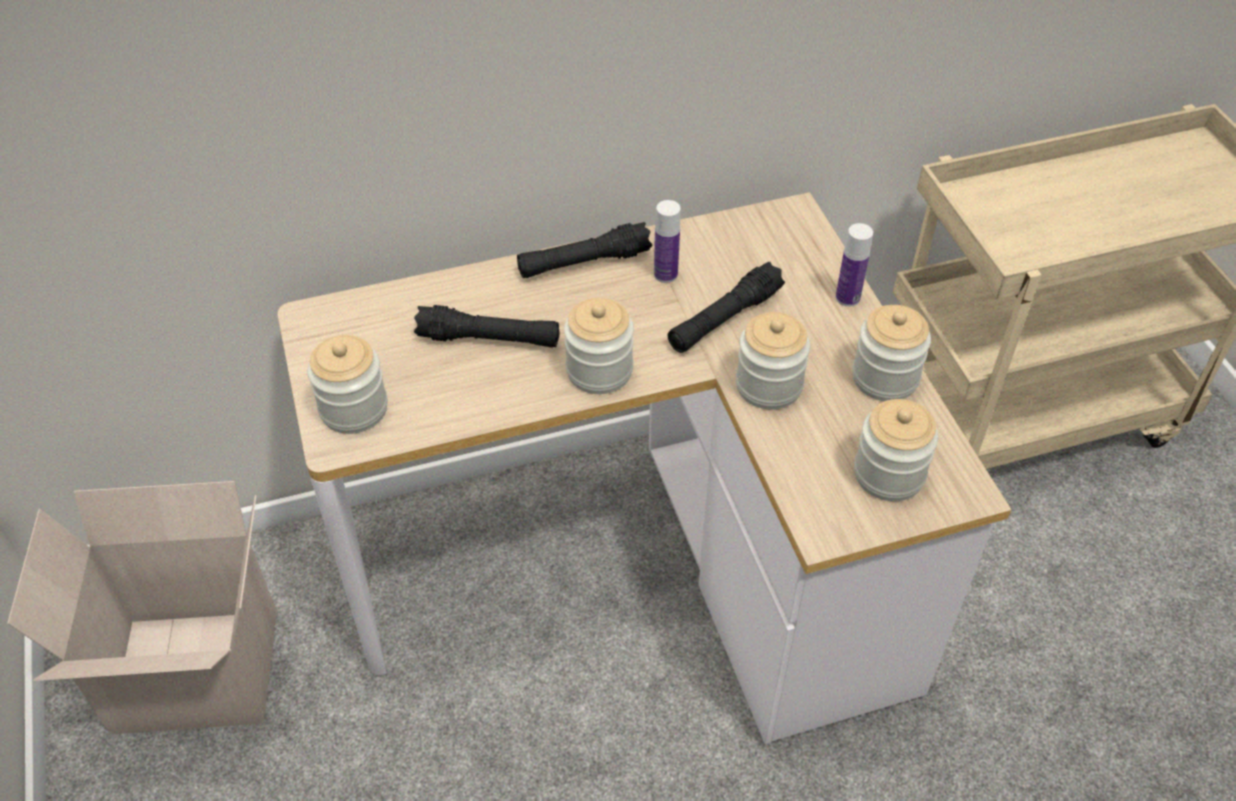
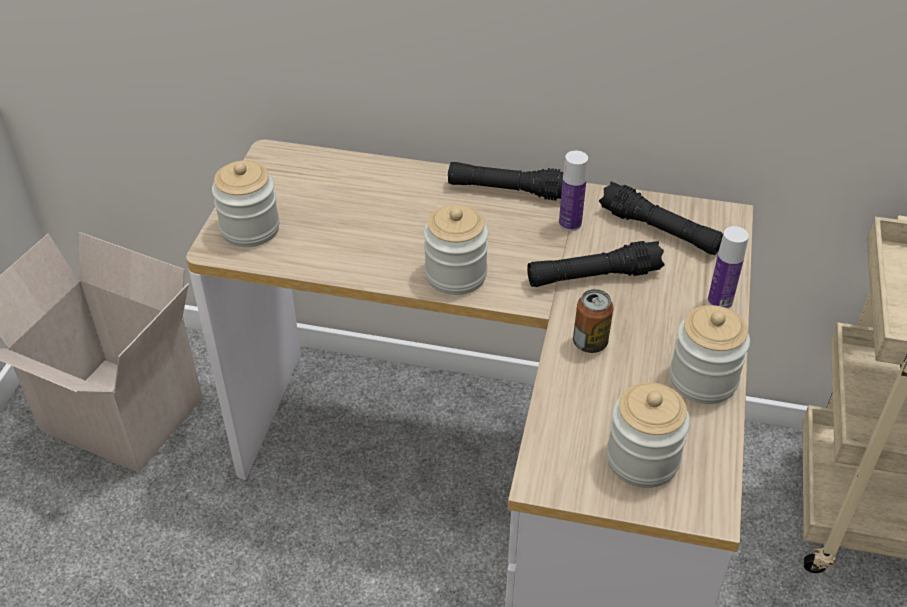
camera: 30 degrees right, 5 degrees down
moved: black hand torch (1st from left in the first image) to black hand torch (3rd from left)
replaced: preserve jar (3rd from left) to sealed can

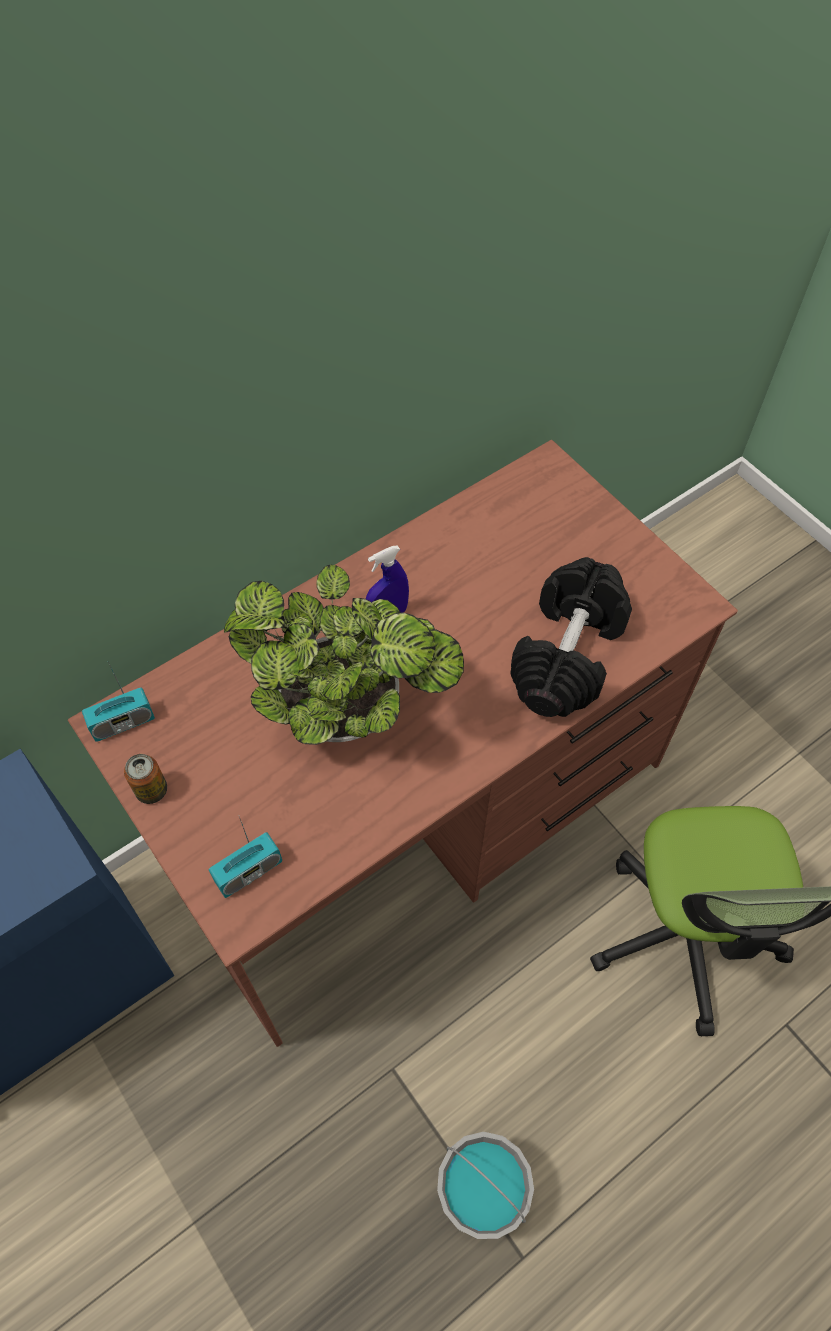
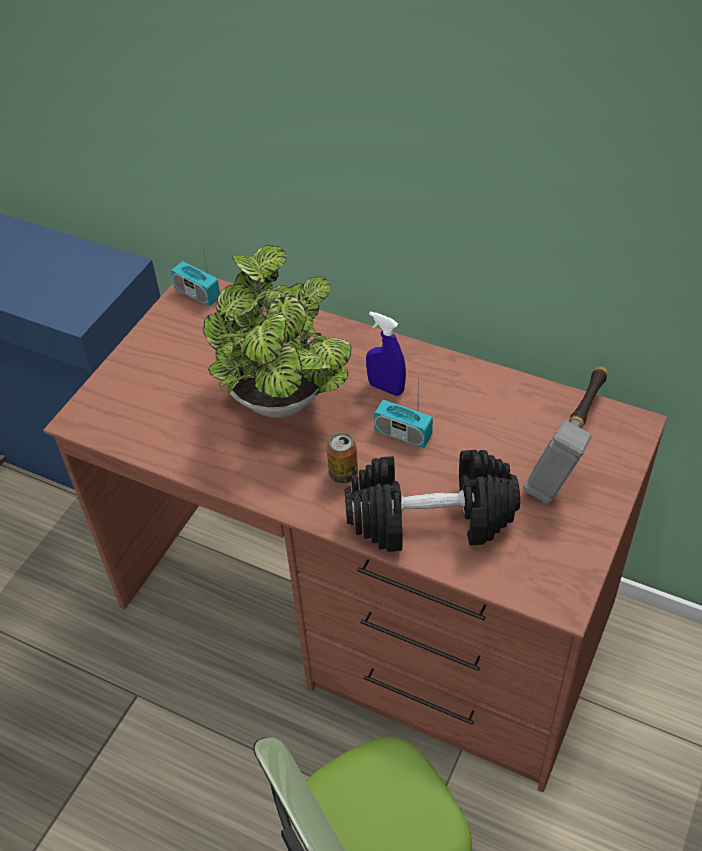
camera: 65 degrees right, 10 degrees down
removed: grey water bucket
added: hand hammer
moved: sealed can; radio set (2nd from left)

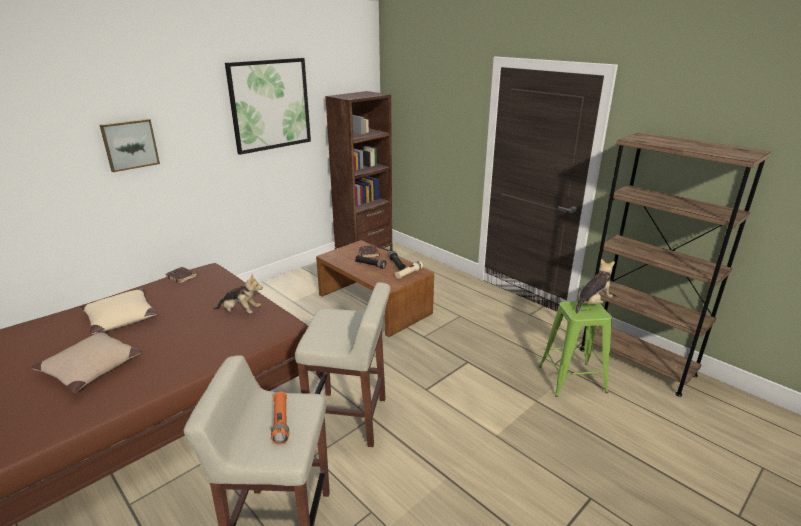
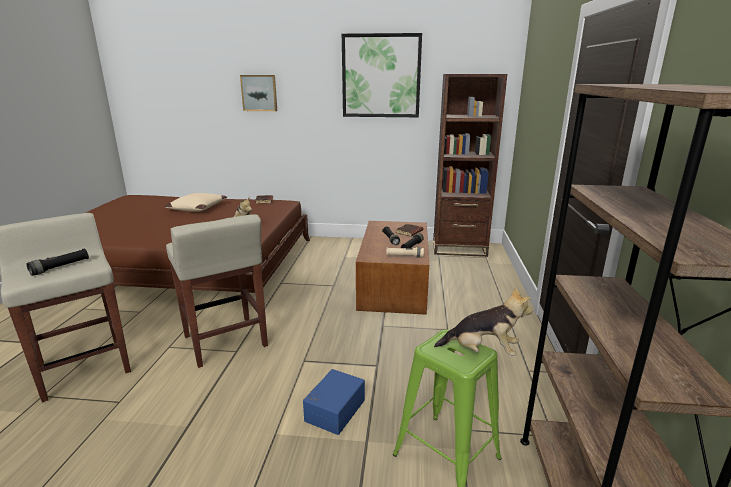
camera: 50 degrees right, 5 degrees down
removed: sand-coloured cushion (1st from left)
added: blue storage bin
recoloured: orangey hand torch to black hand torch (1st from left)

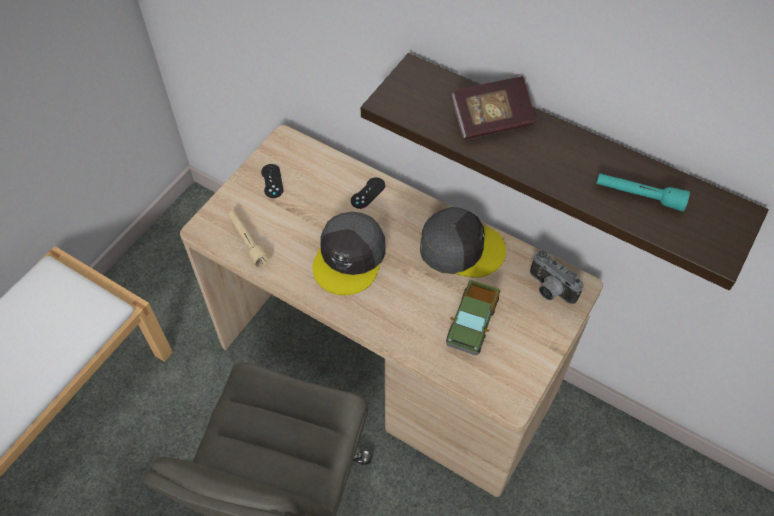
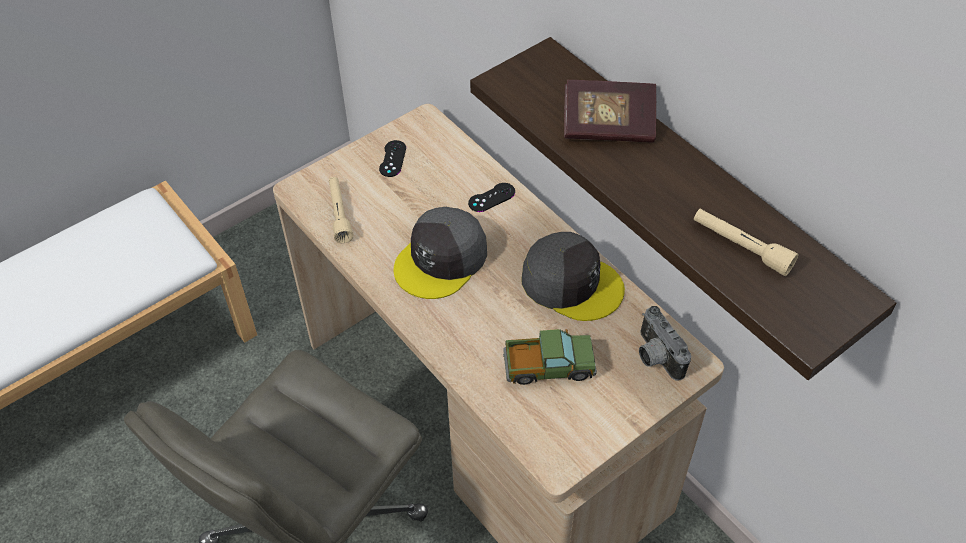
camera: 20 degrees right, 5 degrees down
recoloured: turquoise-coloured hand torch to sand-coloured hand torch (2nd from left)
turned: model truck 135 degrees counterclockwise

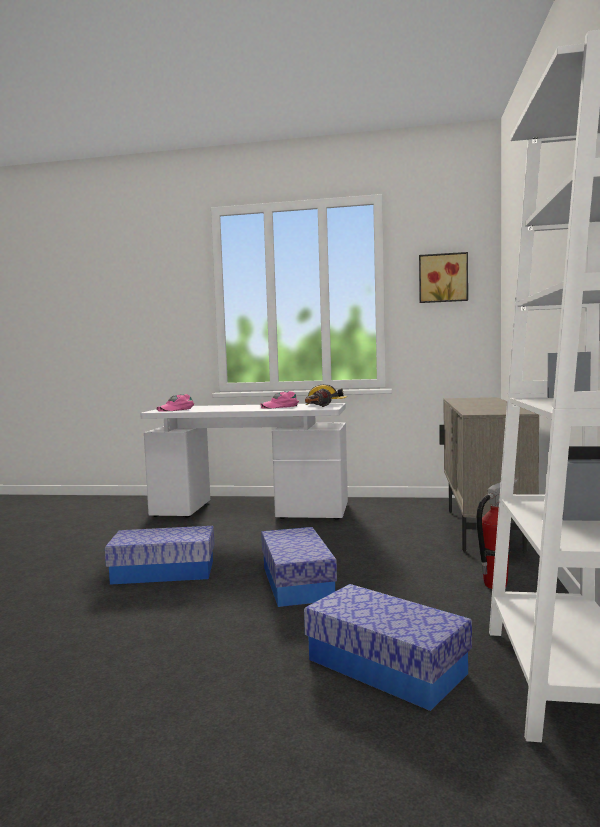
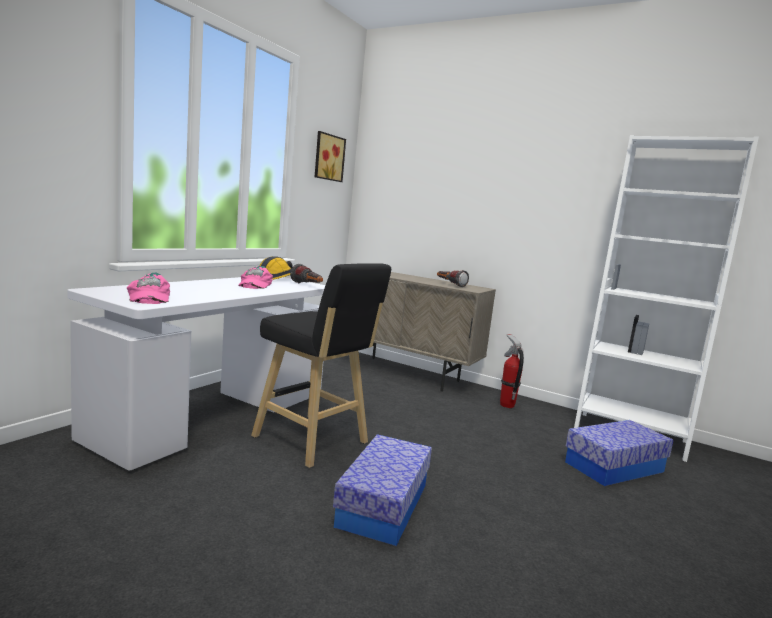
camera: 70 degrees left, 5 degrees up
removed: storage bin (2nd from left)
added: black stool seat; hand torch (2nd from left)

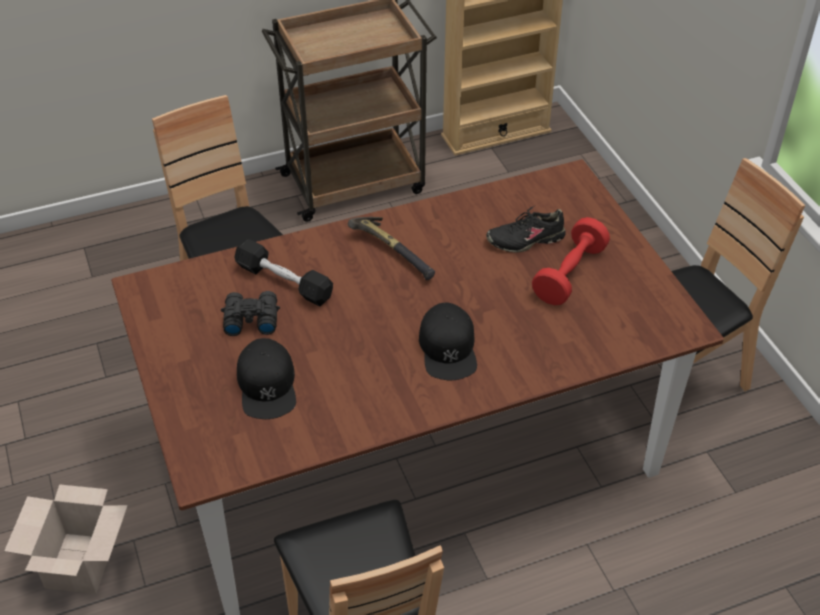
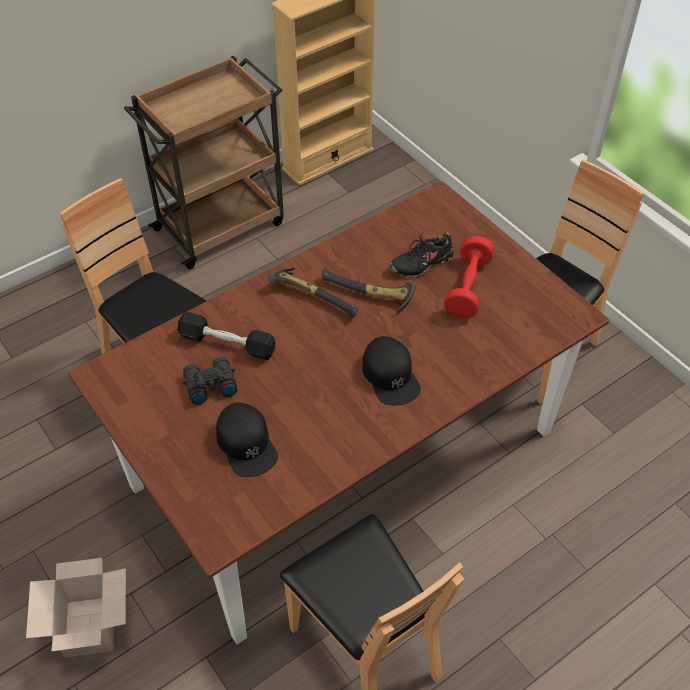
camera: 15 degrees left, 5 degrees up
added: hand hammer (2nd from left)

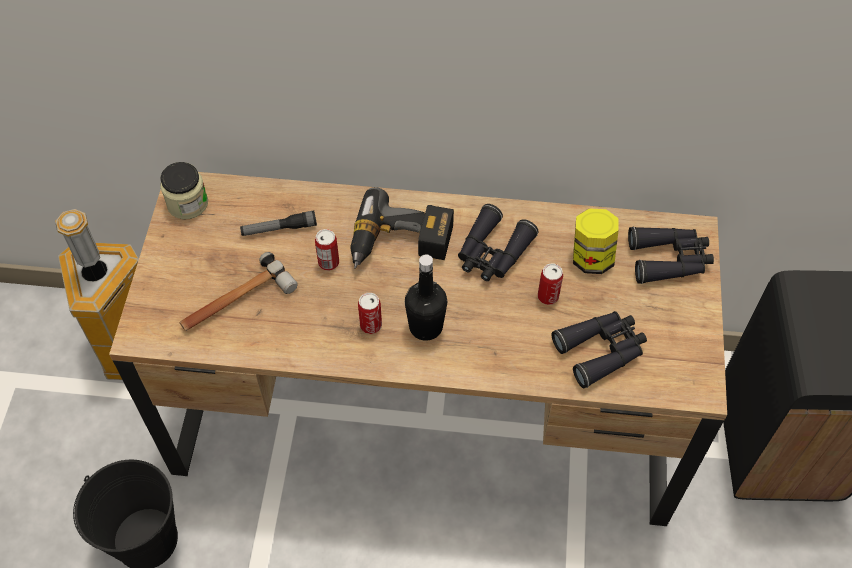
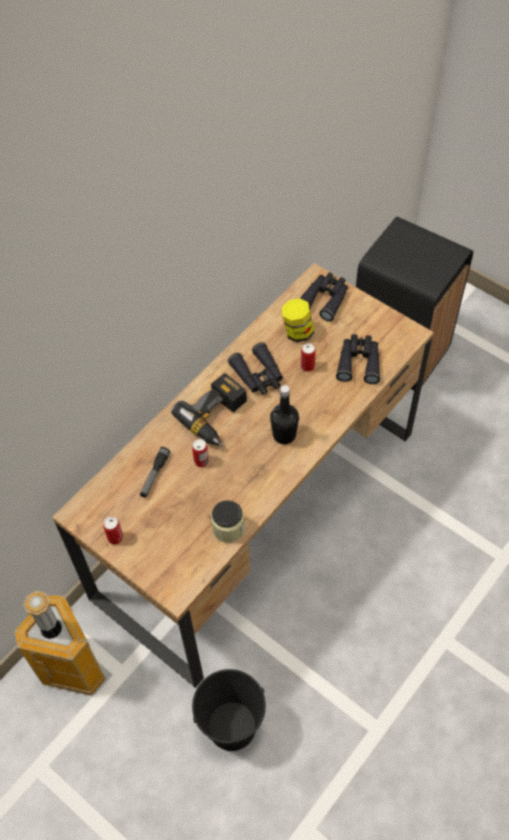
camera: 55 degrees left, 0 degrees up
removed: hand hammer
moved: preserve jar (1st from left); sealed can (2nd from left in the first image) to sealed can (1st from left)

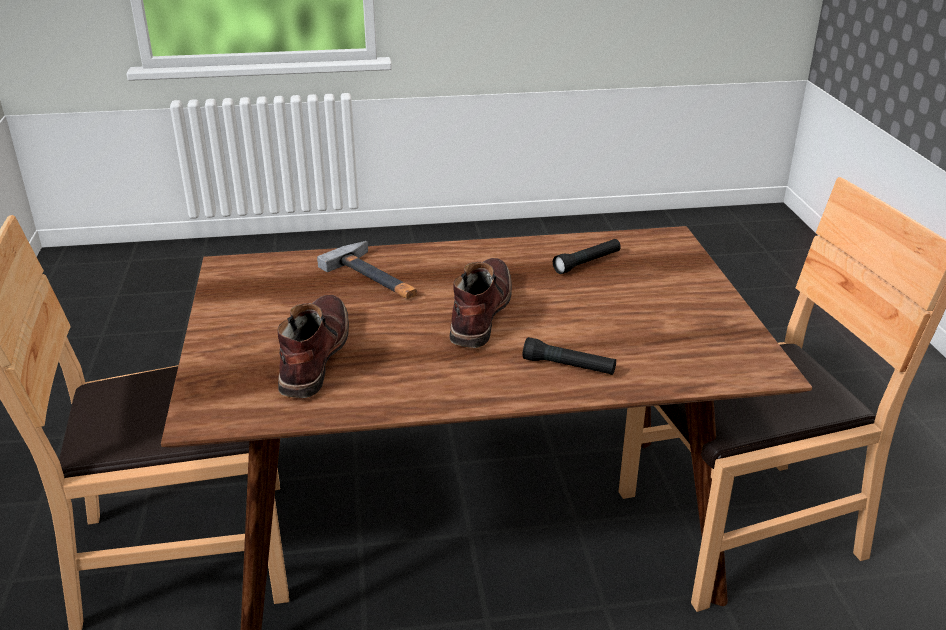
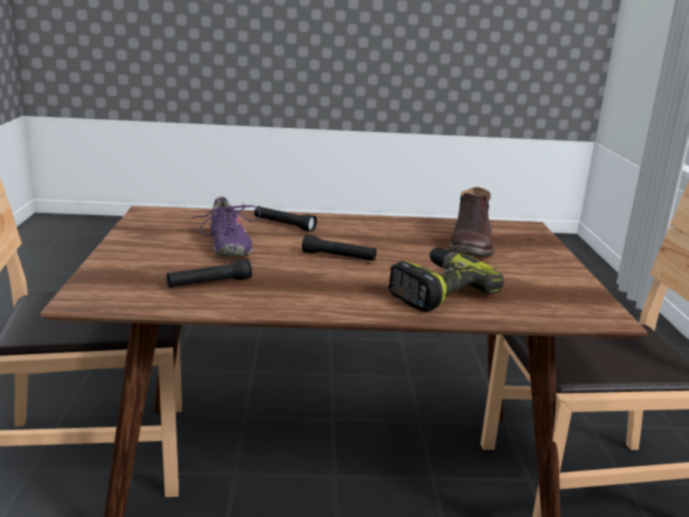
camera: 175 degrees left, 10 degrees down
added: purple low shoe
replaced: hand hammer to power drill; brownish tall boot (2nd from left) to black hand torch (3rd from left)

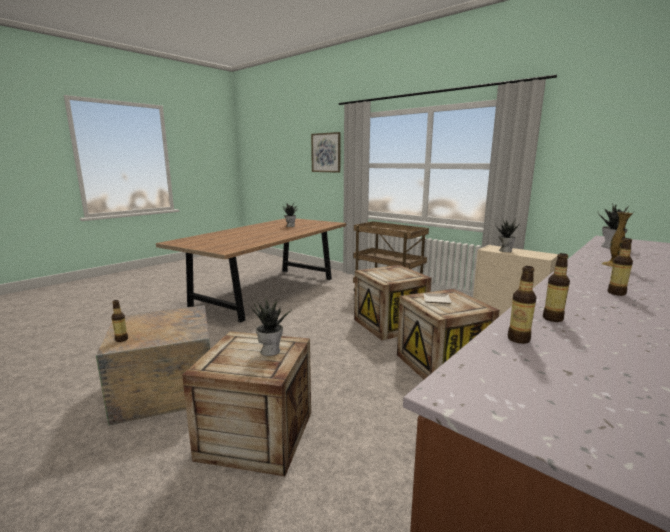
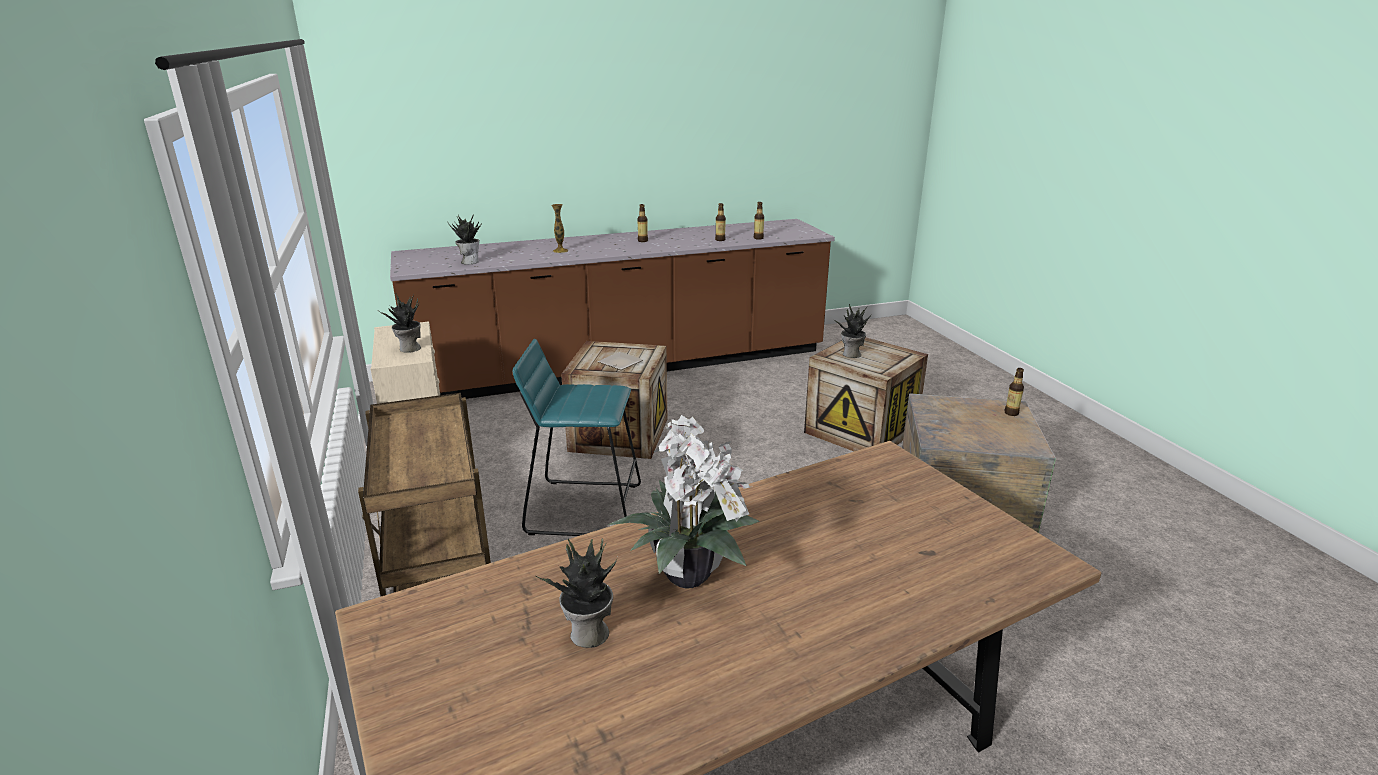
camera: 150 degrees left, 10 degrees up
removed: wall art
added: plant in a pot (4th from left)
replaced: shipping crate (3rd from left) to turquoise-coloured stool seat

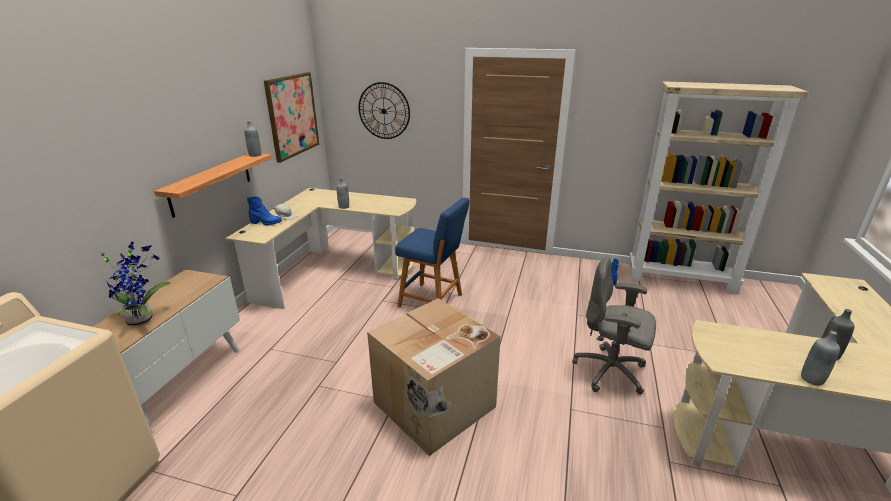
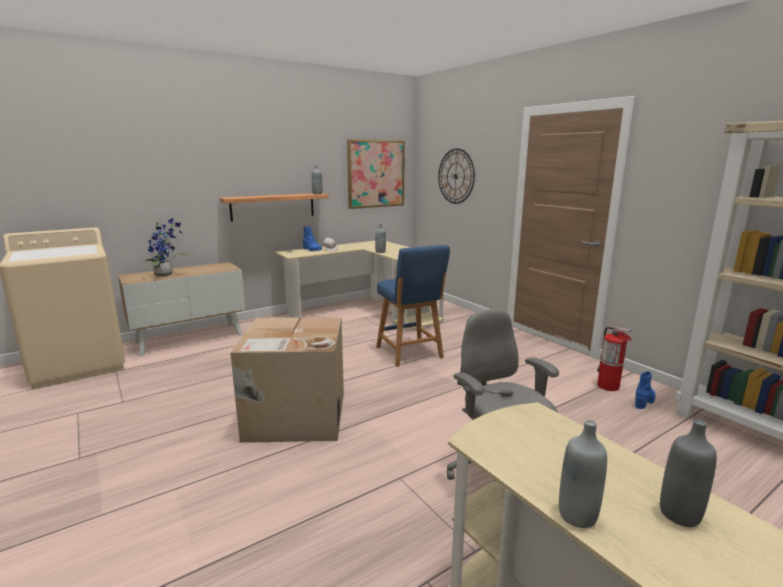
camera: 40 degrees right, 10 degrees down
added: extinguisher

